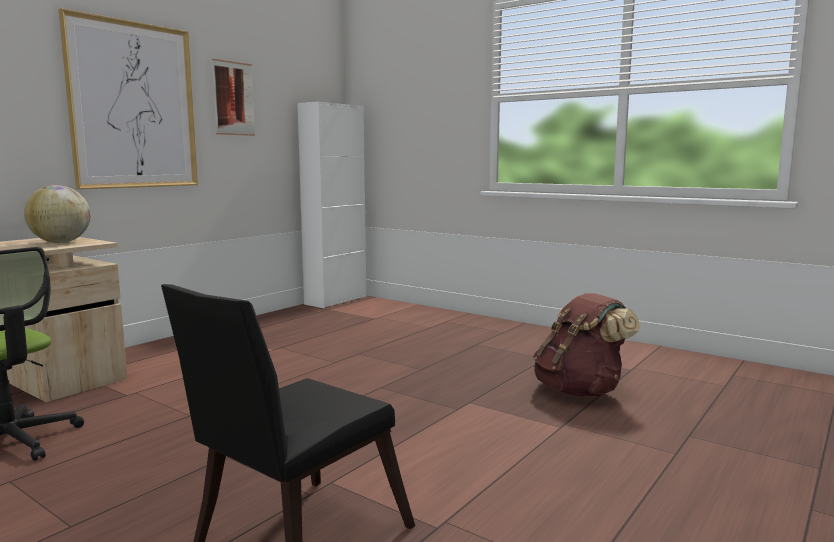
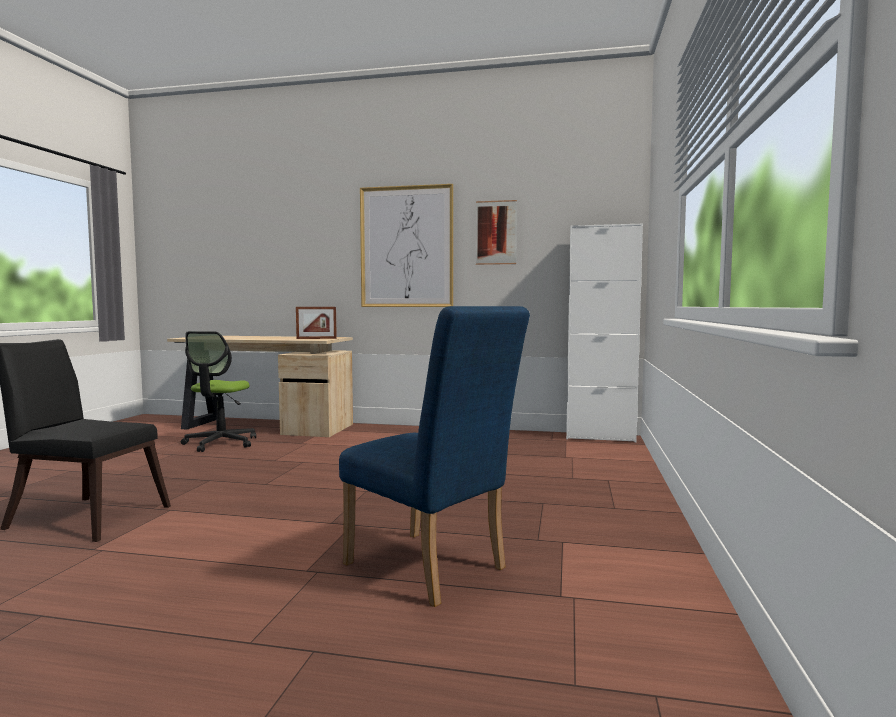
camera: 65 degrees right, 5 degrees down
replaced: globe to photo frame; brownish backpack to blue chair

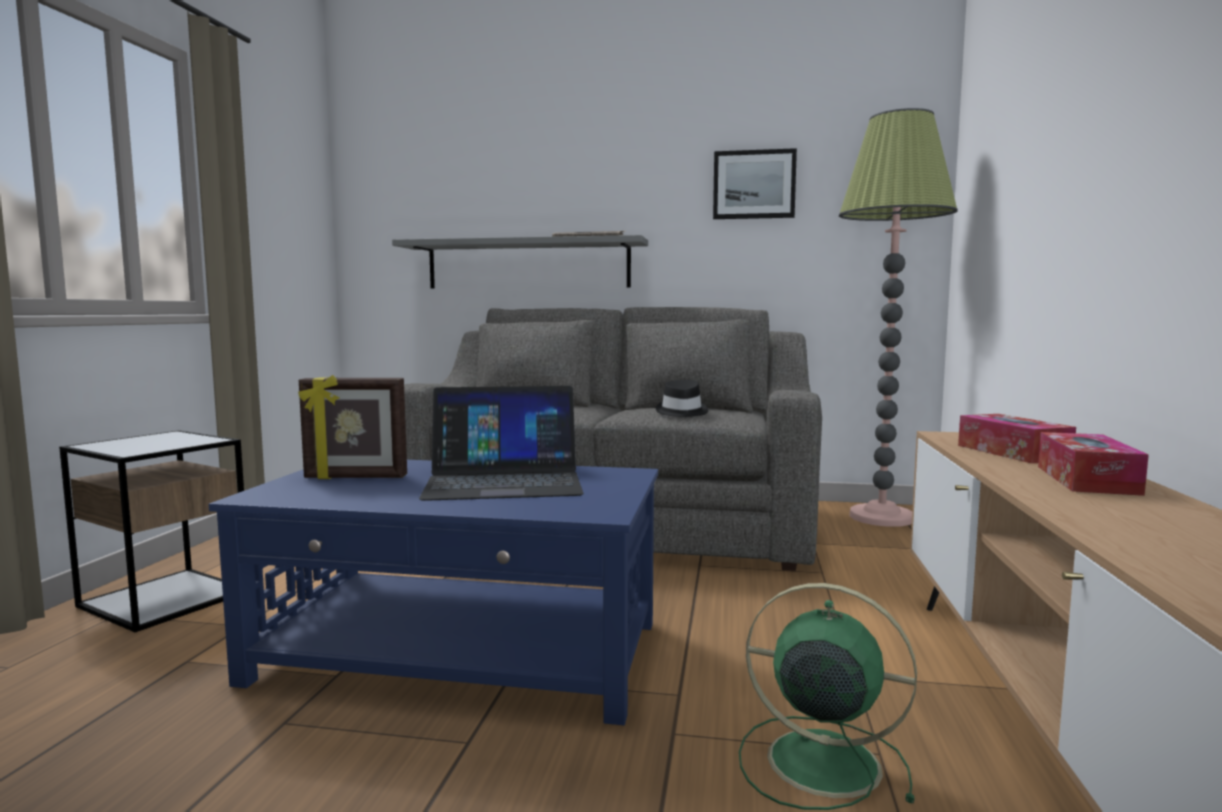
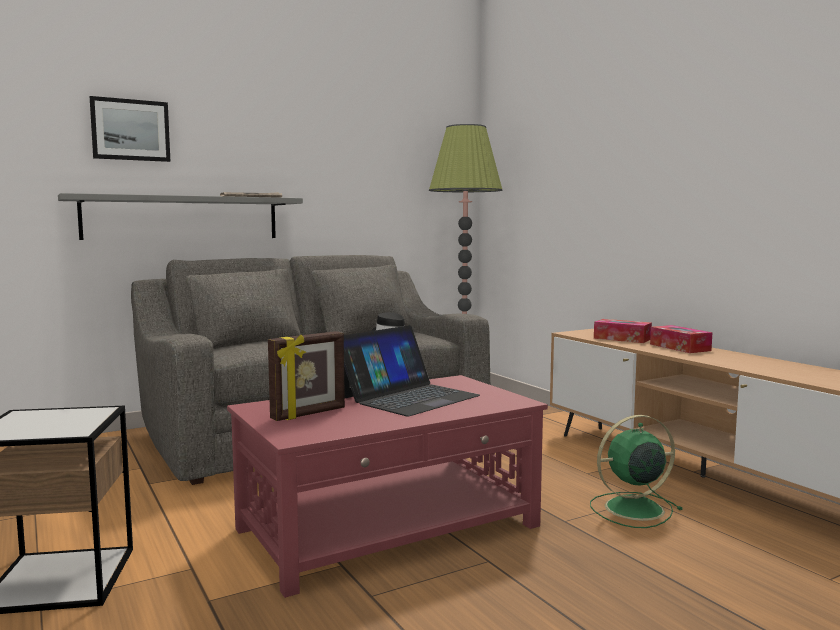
camera: 40 degrees left, 0 degrees up
moved: wall art
recoloured: blue low table to red-coloured low table

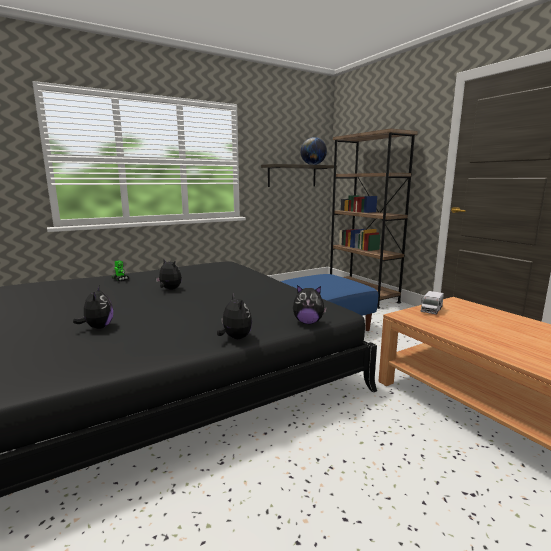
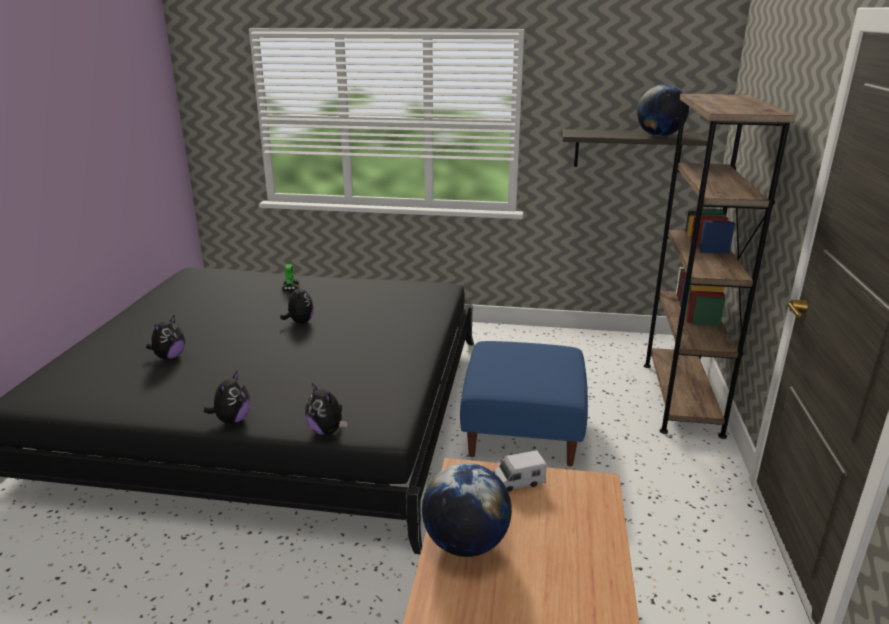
camera: 40 degrees right, 10 degrees up
added: globe (1st from left)

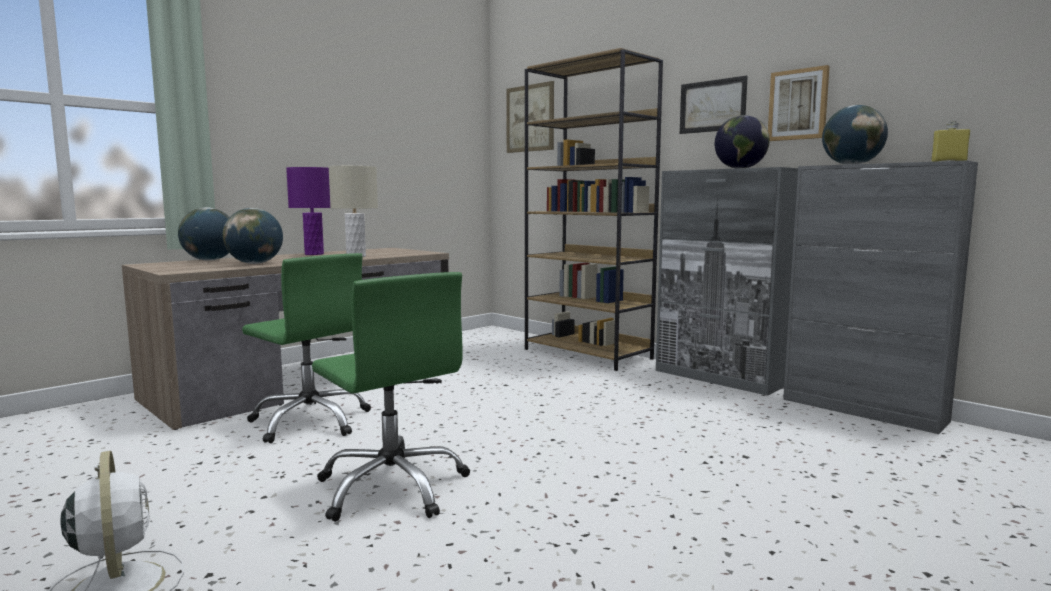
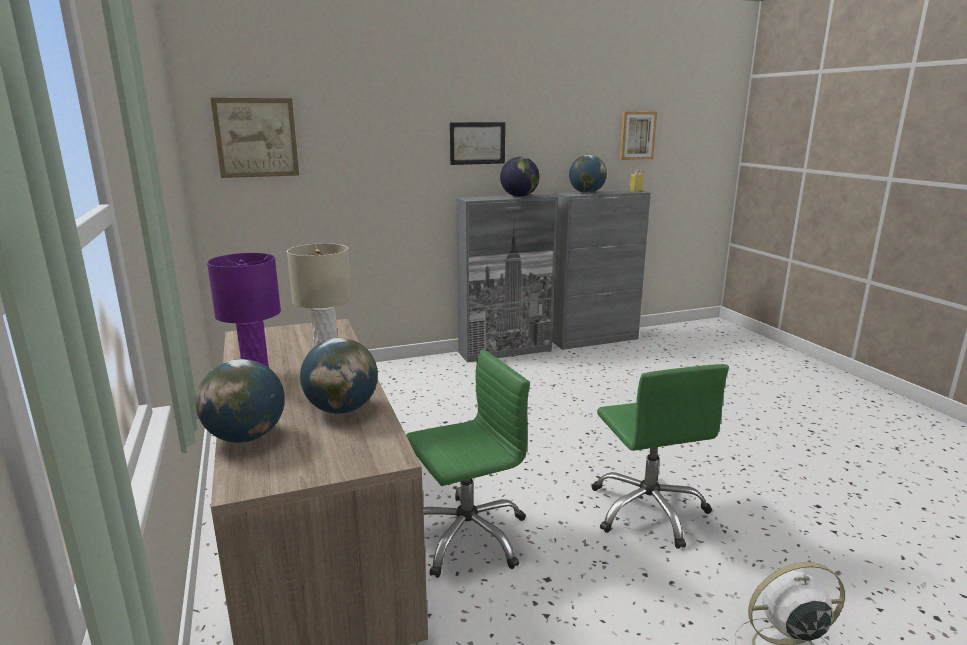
camera: 65 degrees left, 10 degrees up
removed: brownish bookcase
moved: wall art (3rd from left)
turned: greenish office chair (2nd from left) 90 degrees clockwise

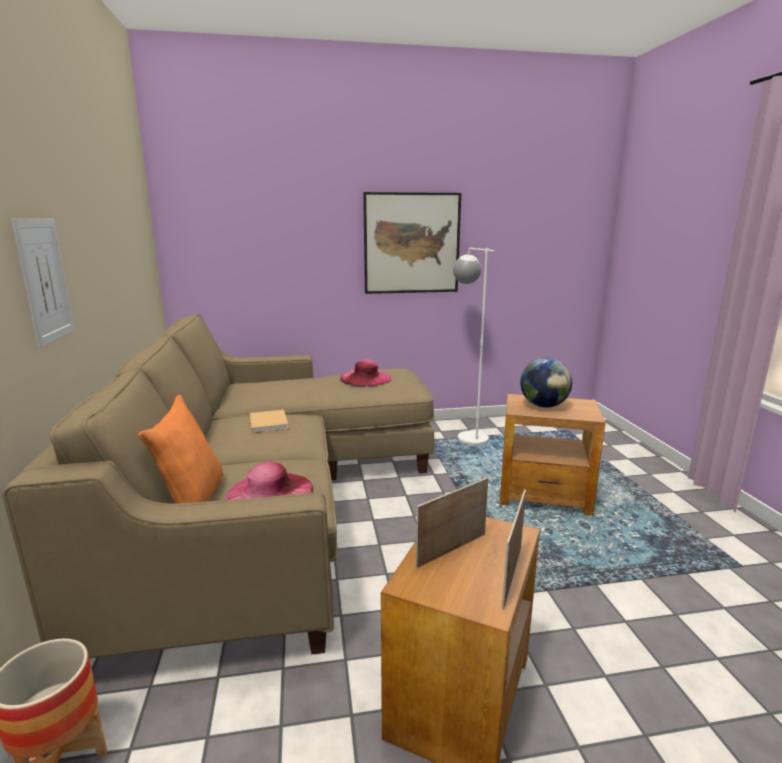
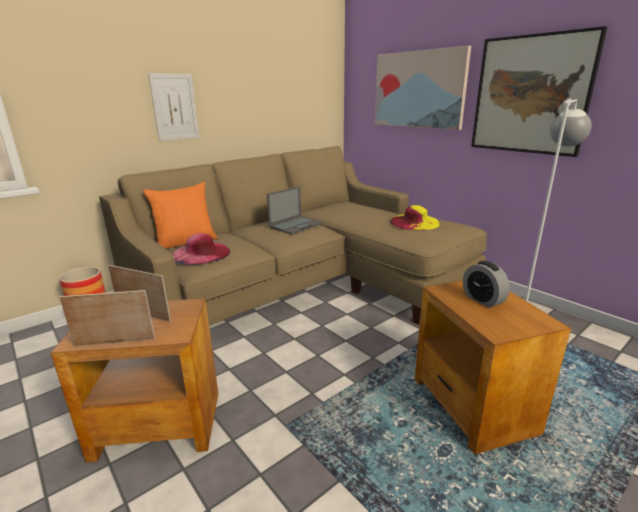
camera: 60 degrees right, 5 degrees up
added: wall art (2nd from left)
replaced: sand-coloured bound book to notebook computer; globe to table clock
recoloured: pinkish clothing hat (2nd from left) to yellow-coloured clothing hat

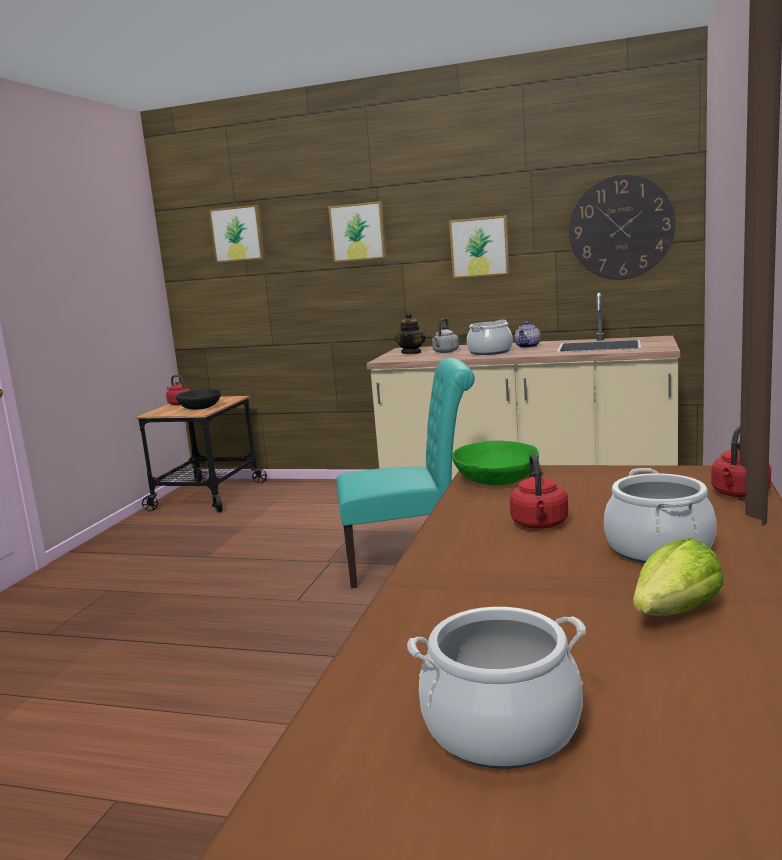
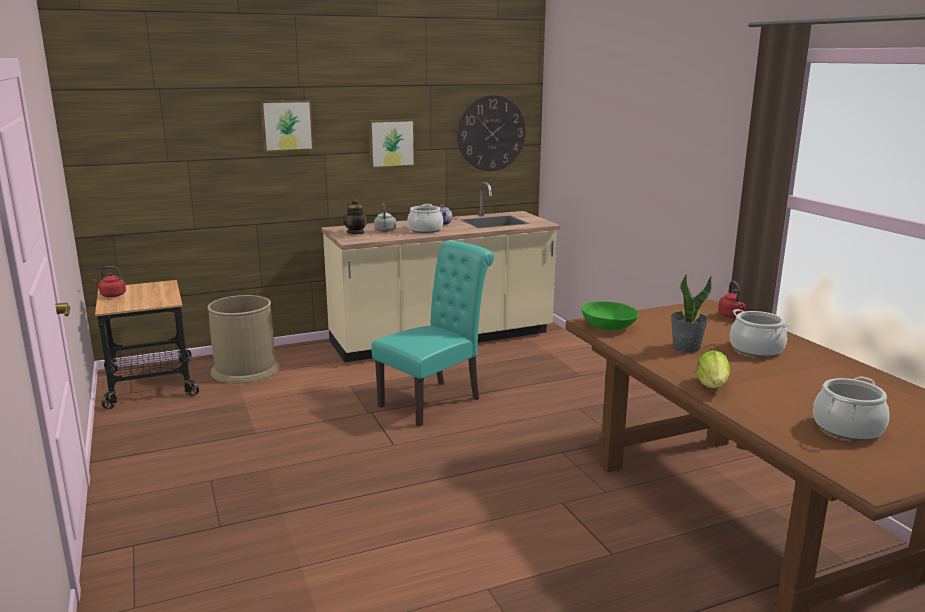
camera: 40 degrees left, 5 degrees up
removed: black deep dish; wall art (1st from left)
added: brownish trash can
moved: lettuce head
replaced: red-coloured kettle (2nd from left) to plant in a pot

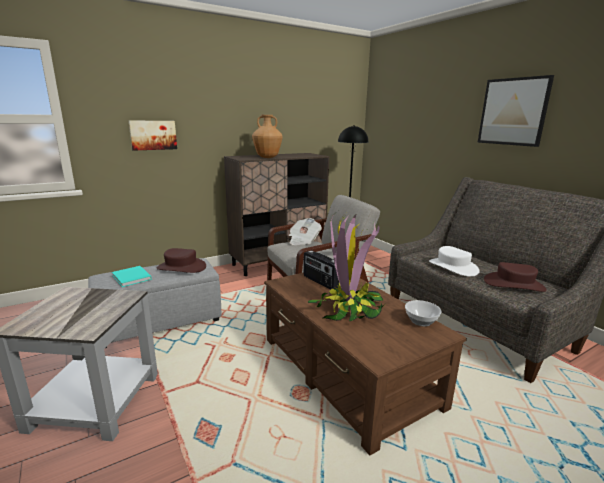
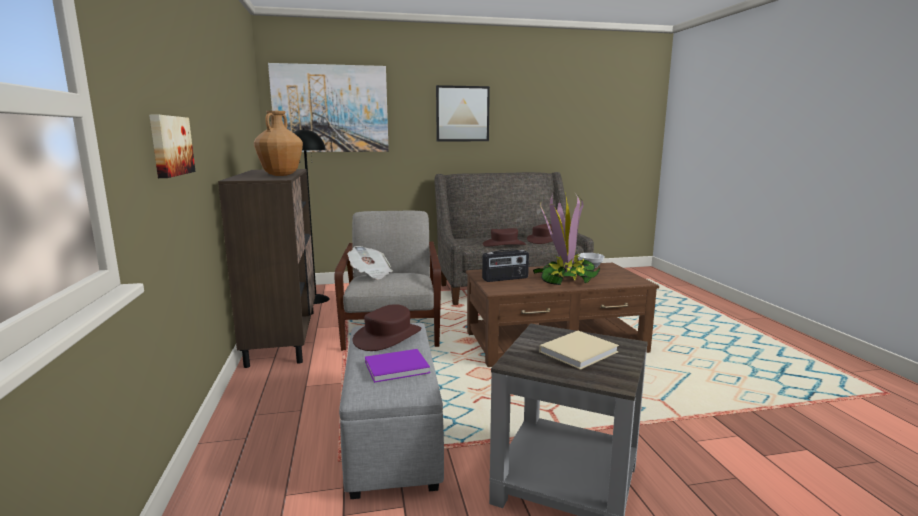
camera: 70 degrees left, 5 degrees down
added: wall art (2nd from left); sand-coloured bound book
recoloured: turquoise-coloured bound book to purple bound book; white-coloured clothing hat to brownish clothing hat (2nd from left)

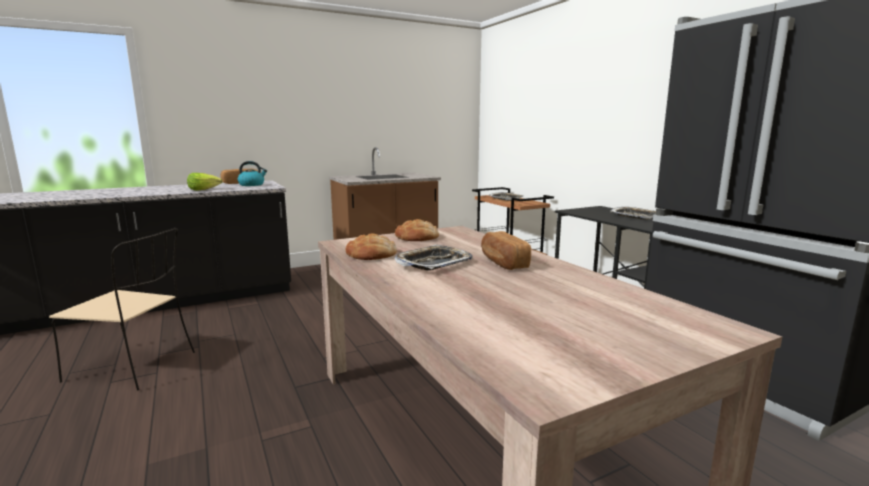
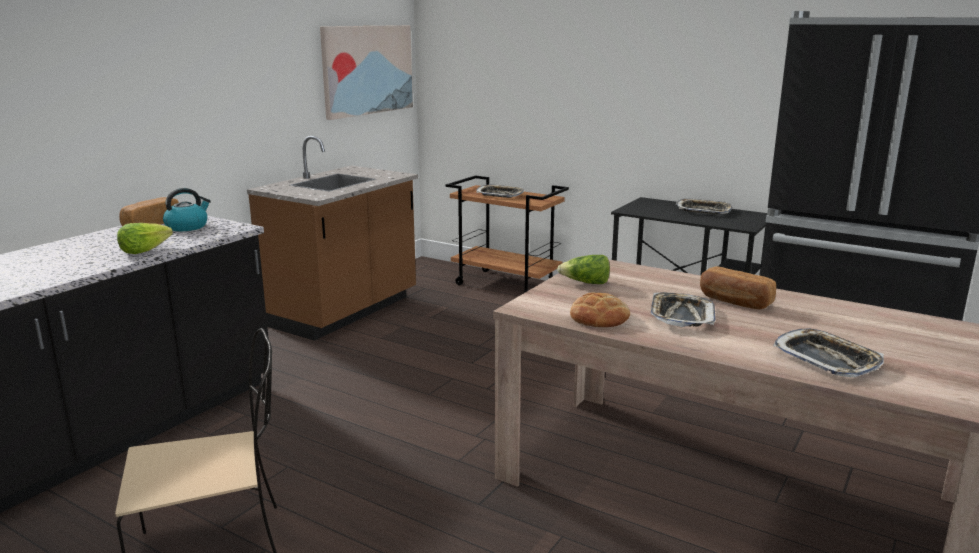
camera: 30 degrees left, 5 degrees up
added: wall art; carrying tray (4th from left)
replaced: bread (3rd from left) to lettuce head (2nd from left)

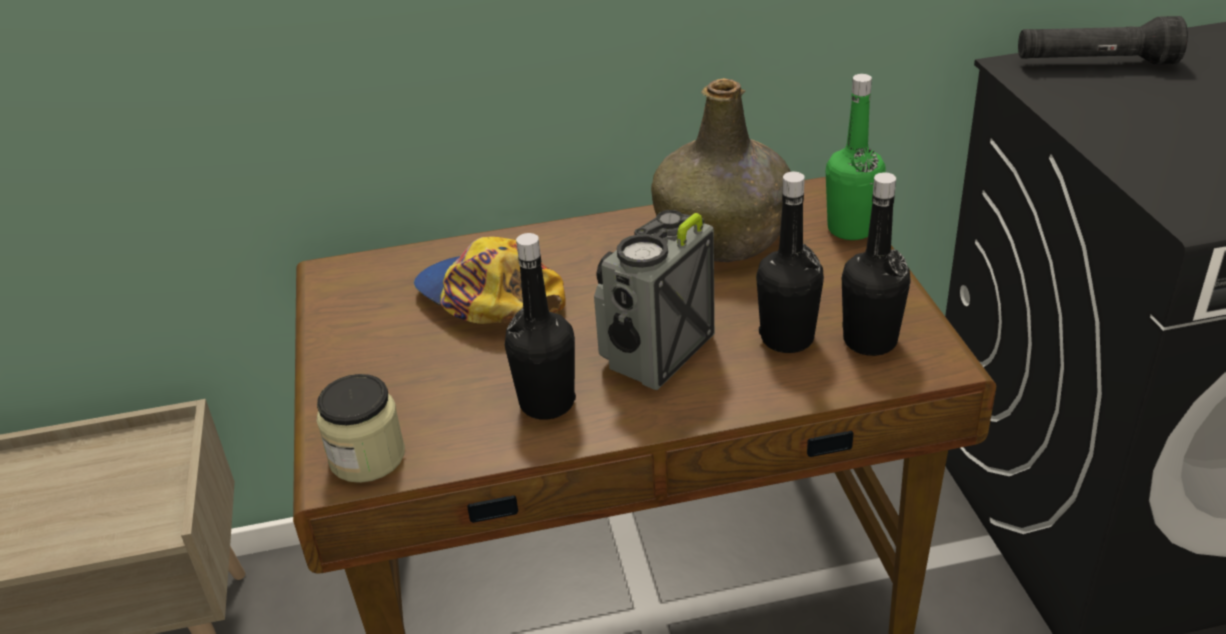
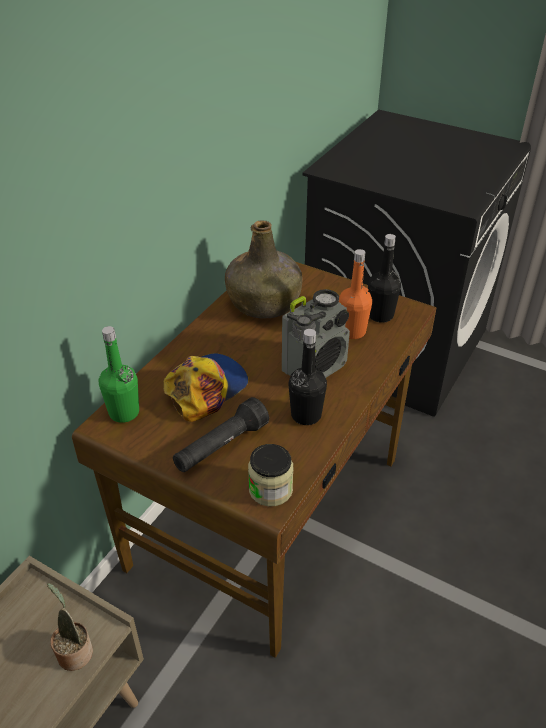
camera: 50 degrees left, 5 degrees up
added: plant in a pot
moved: greenish bottle (2nd from left in the first image) to greenish bottle (1st from left); black hand torch
recoloured: black bottle (2nd from left) to orangey bottle
turned: baseball cap 135 degrees clockwise; radio set 120 degrees counterclockwise

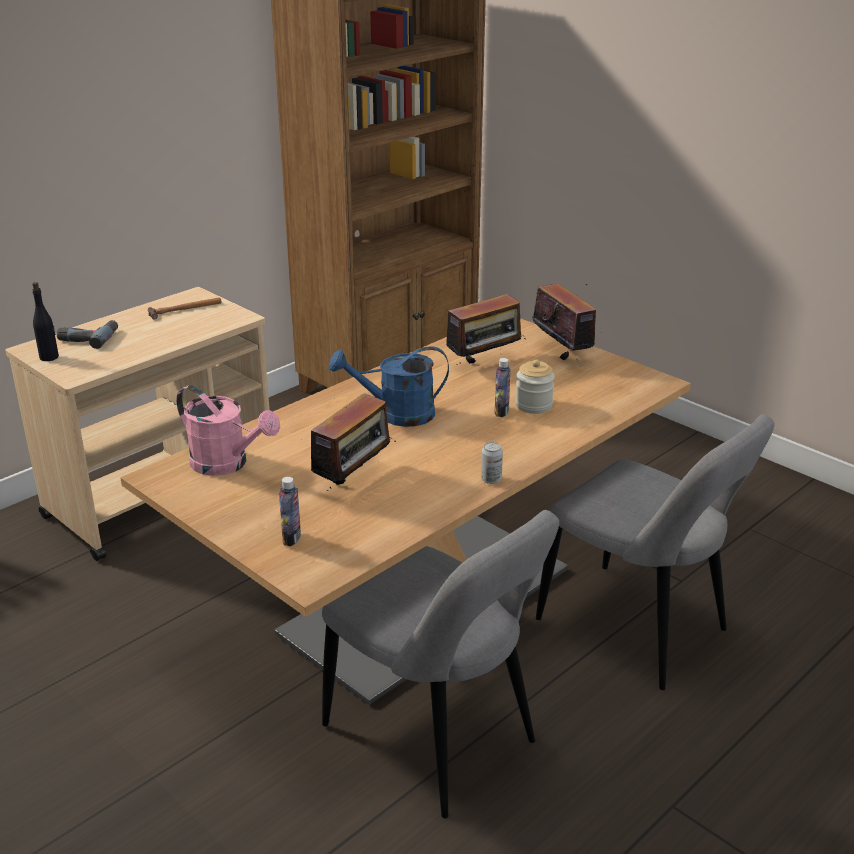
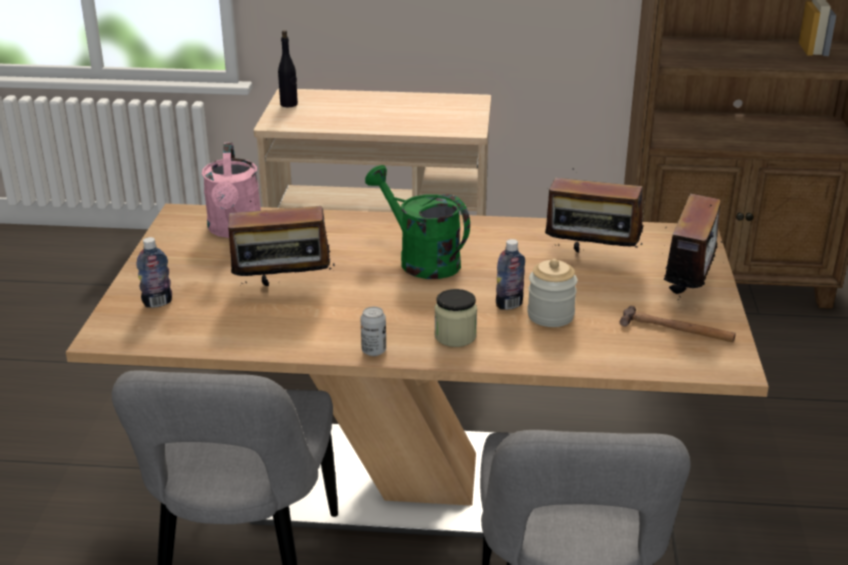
camera: 50 degrees right, 0 degrees up
removed: power drill
added: preserve jar (1st from left)
moved: hand hammer
recoloured: blue watering pot to greenish watering pot

